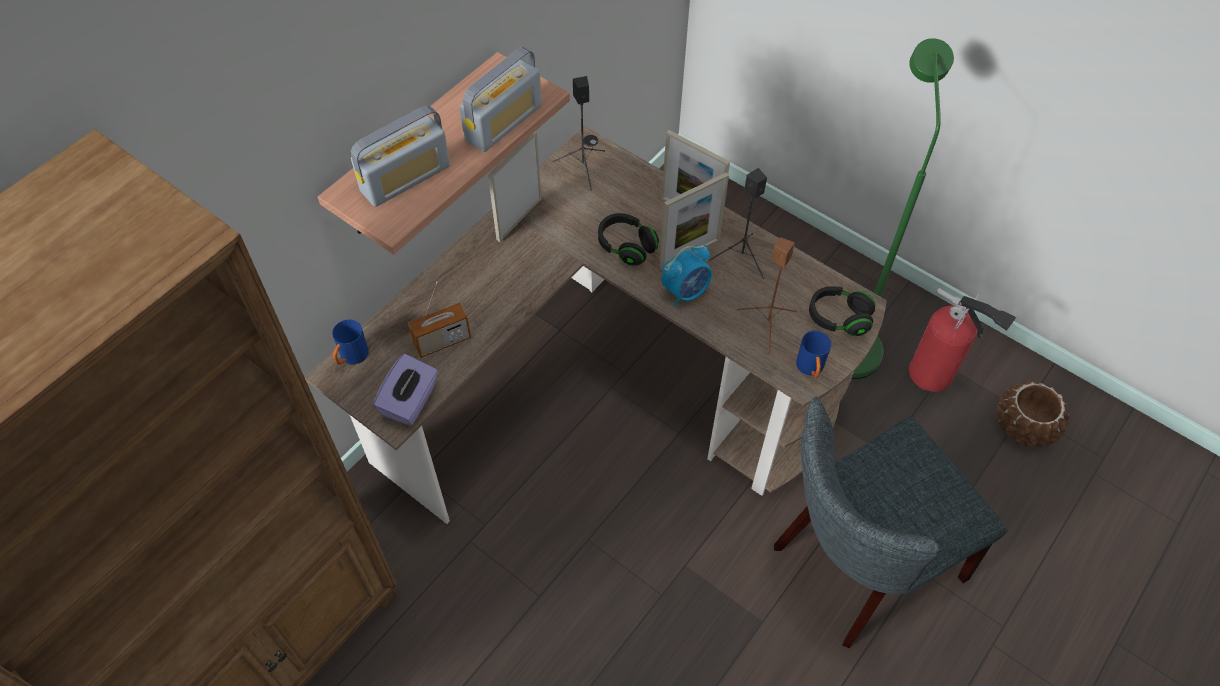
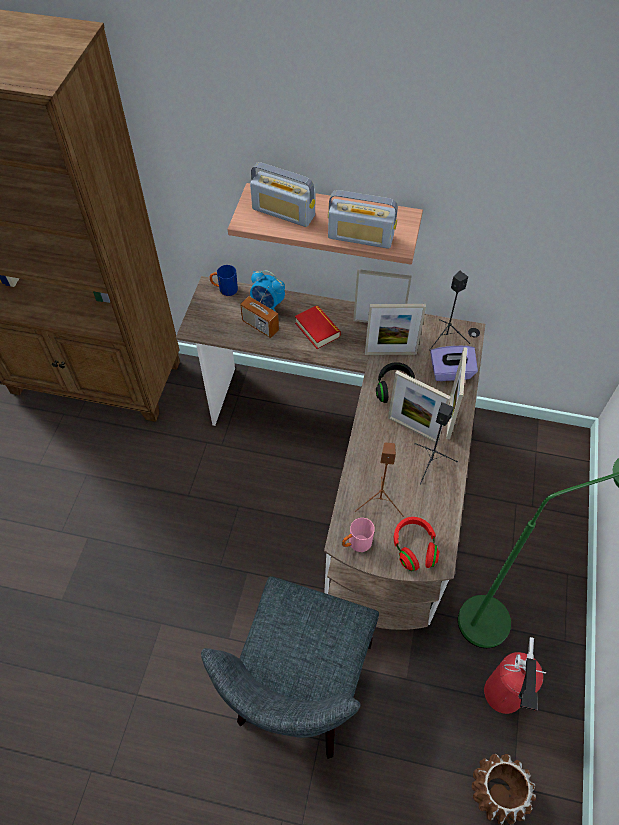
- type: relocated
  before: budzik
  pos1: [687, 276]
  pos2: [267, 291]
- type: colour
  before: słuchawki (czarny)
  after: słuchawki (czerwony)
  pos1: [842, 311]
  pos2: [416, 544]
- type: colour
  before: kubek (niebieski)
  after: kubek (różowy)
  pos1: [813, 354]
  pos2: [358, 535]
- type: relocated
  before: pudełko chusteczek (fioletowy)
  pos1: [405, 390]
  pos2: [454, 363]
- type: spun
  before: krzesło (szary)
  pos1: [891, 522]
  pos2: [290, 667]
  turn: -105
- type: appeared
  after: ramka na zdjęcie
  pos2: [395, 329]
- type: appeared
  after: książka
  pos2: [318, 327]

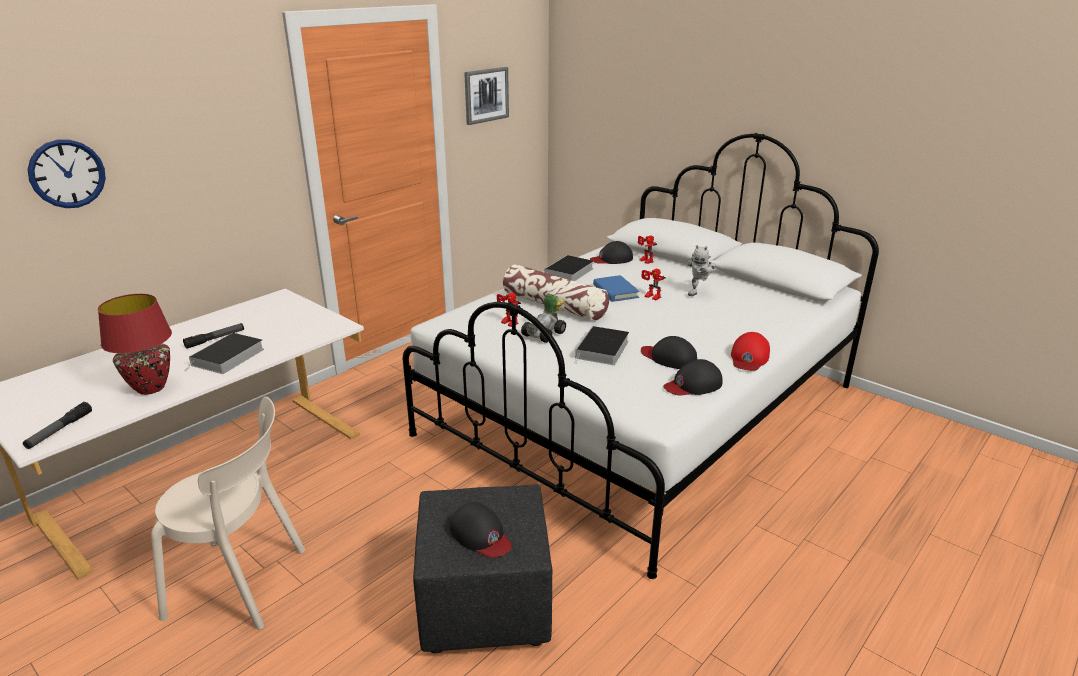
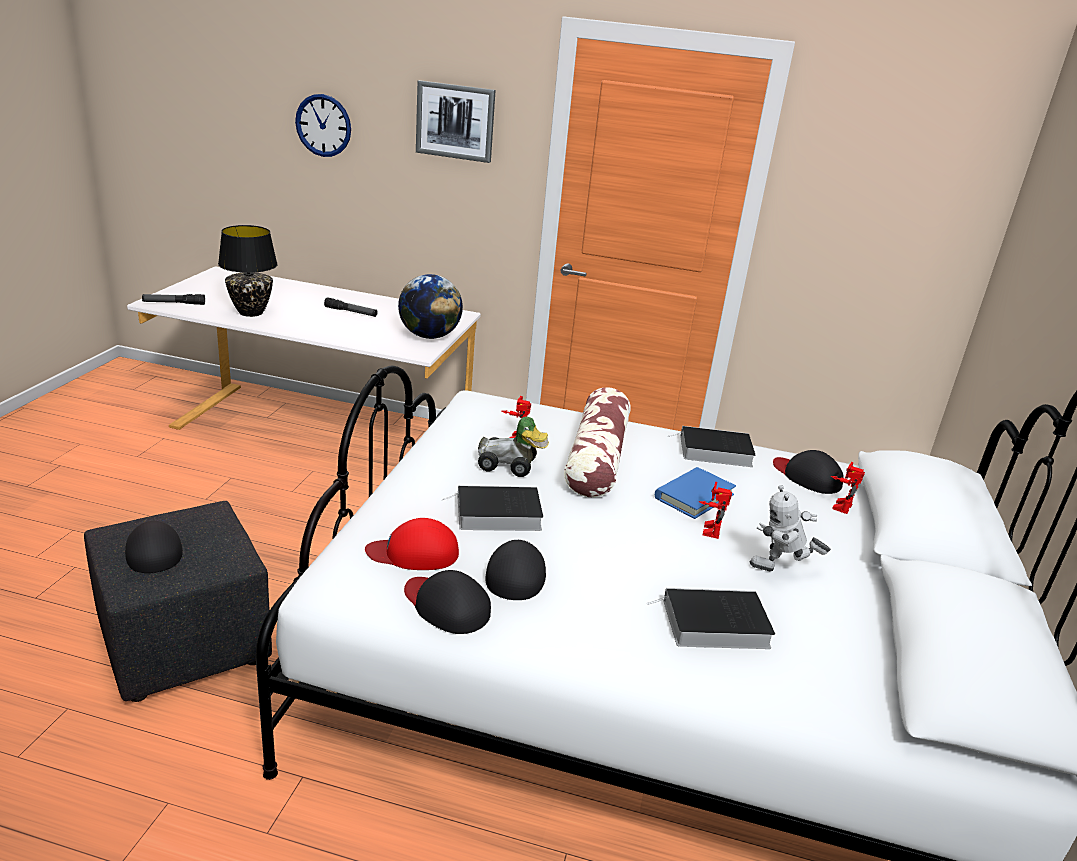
- type: relocated
  before: obraz
  pos1: [486, 96]
  pos2: [455, 121]
- type: colour
  before: lampa stołowa (czerwony)
  after: lampa stołowa (czarny)
  pos1: [135, 344]
  pos2: [248, 271]
- type: relocated
  before: czapka z daszkiem (czerwony)
  pos1: [750, 351]
  pos2: [412, 544]
- type: relocated
  before: książka
  pos1: [224, 353]
  pos2: [711, 618]
- type: missing
  before: krzesło (beżowy)
  pos1: [228, 513]
- type: spun
  before: czapka z daszkiem (czarny)
  pos1: [480, 530]
  pos2: [154, 547]
  turn: 135
- type: appeared
  after: globus
  pos2: [430, 306]

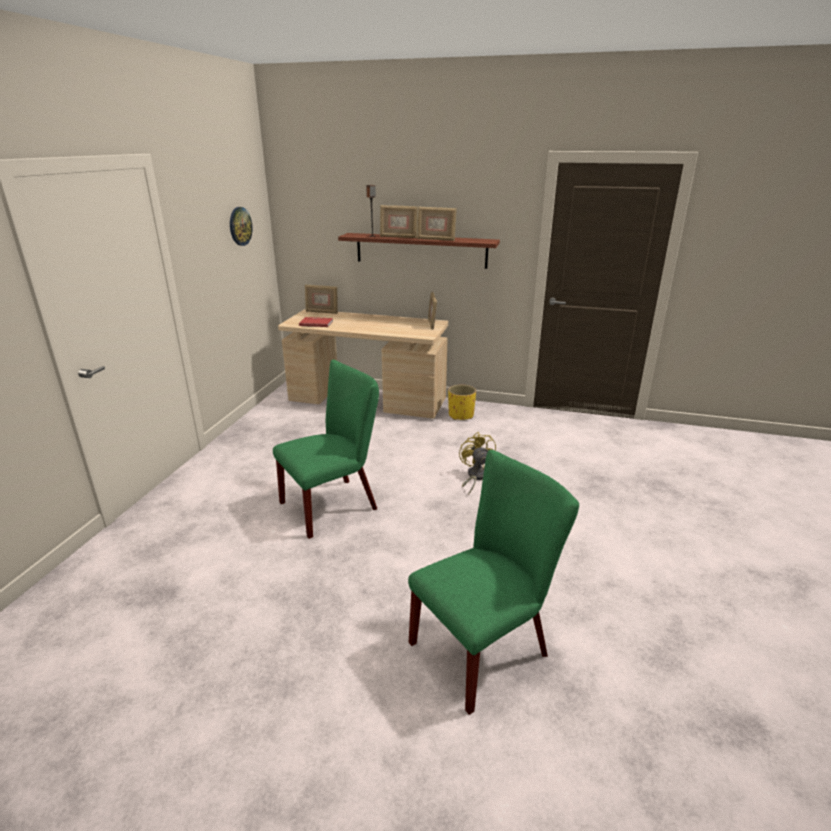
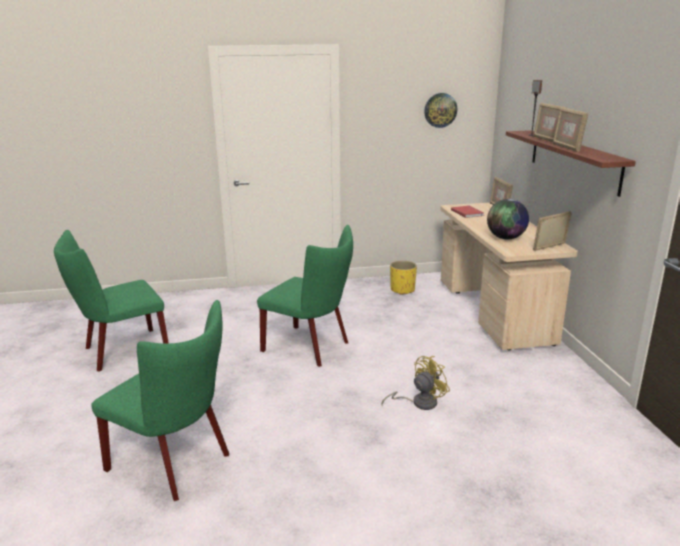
- type: relocated
  before: donica (żółty)
  pos1: [462, 402]
  pos2: [403, 278]
- type: appeared
  after: globus
  pos2: [508, 219]
- type: appeared
  after: krzesło (zielony)
  pos2: [111, 301]

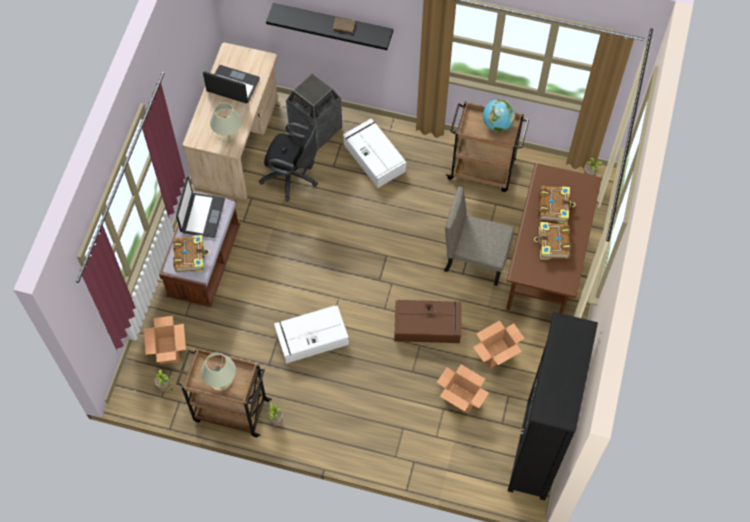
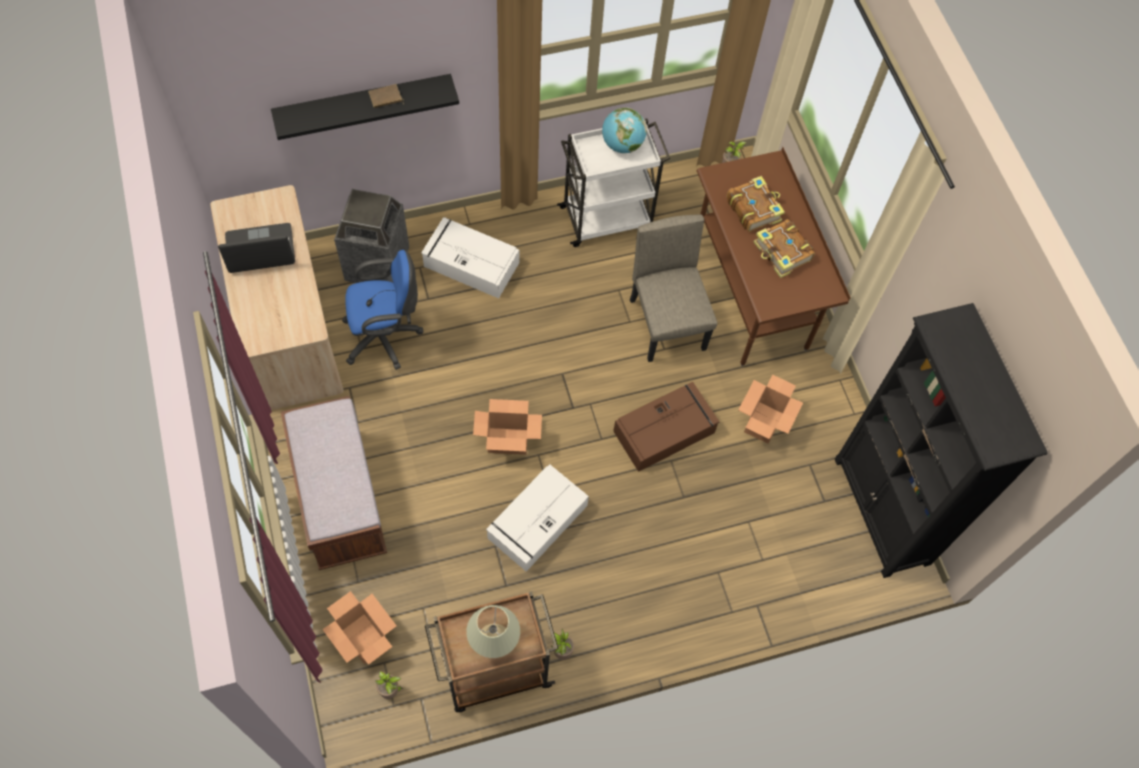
- type: colour
  before: wózek (brązowy)
  after: wózek (biały)
  pos1: [487, 146]
  pos2: [613, 182]
- type: missing
  before: lampa stołowa (beżowy)
  pos1: [226, 123]
- type: colour
  before: krzesło biurowe (czarny)
  after: krzesło biurowe (niebieski)
  pos1: [288, 162]
  pos2: [383, 310]
- type: missing
  before: laptop
  pos1: [200, 207]
- type: spun
  before: krzesło (beżowy)
  pos1: [479, 236]
  pos2: [673, 288]
  turn: 90
- type: missing
  before: książka
  pos1: [191, 253]
- type: relocated
  before: karton
  pos1: [463, 389]
  pos2: [507, 427]

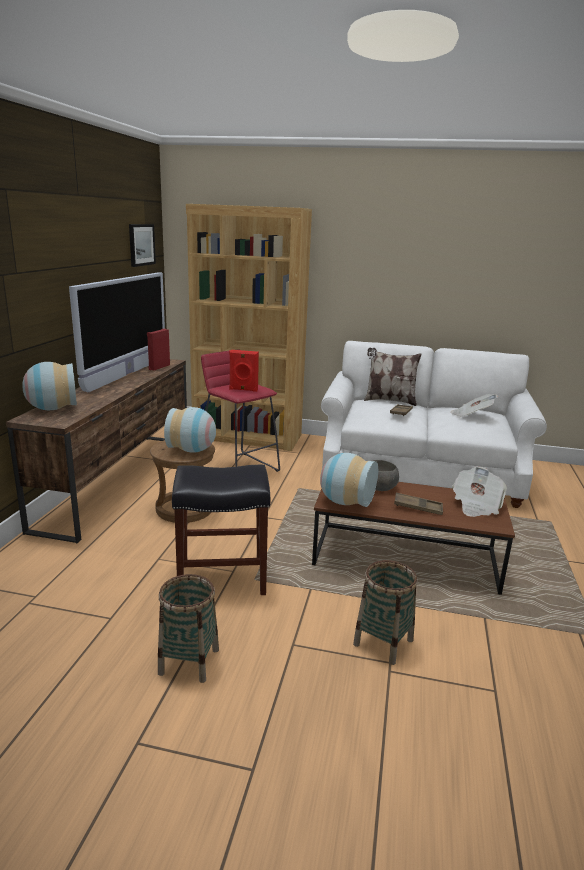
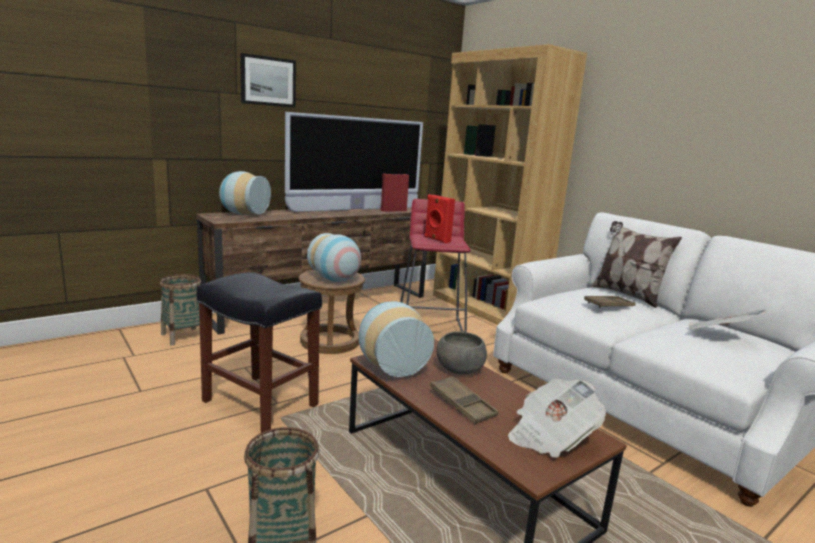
- type: relocated
  before: obraz
  pos1: [142, 245]
  pos2: [268, 80]
- type: relocated
  before: koszyk
  pos1: [188, 628]
  pos2: [180, 310]

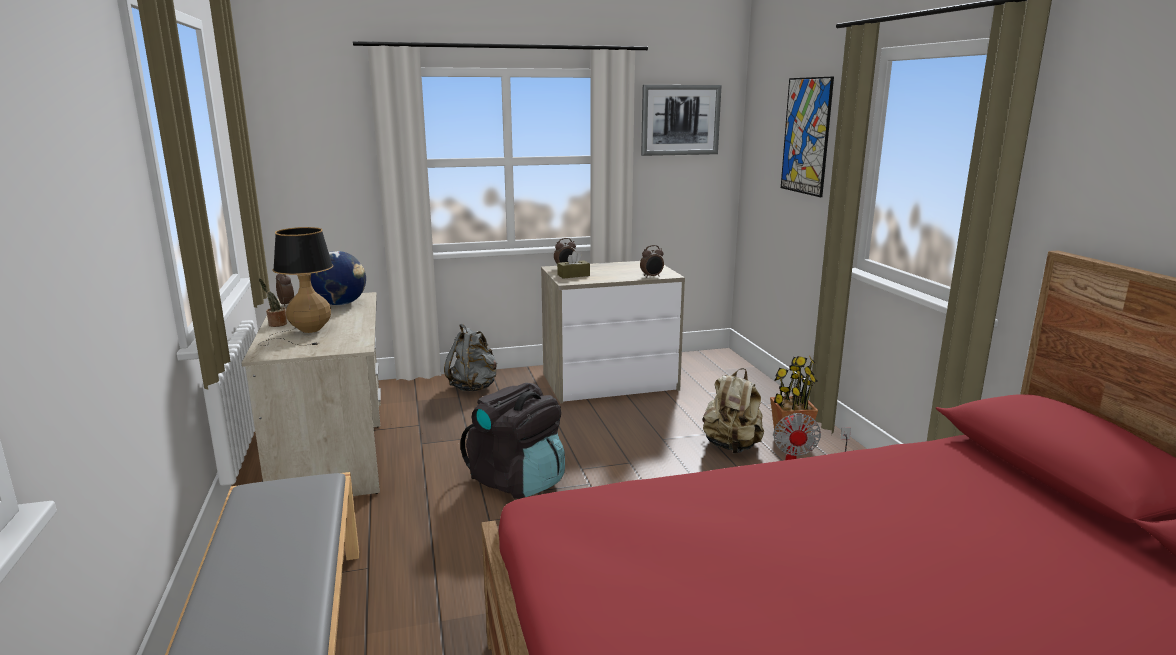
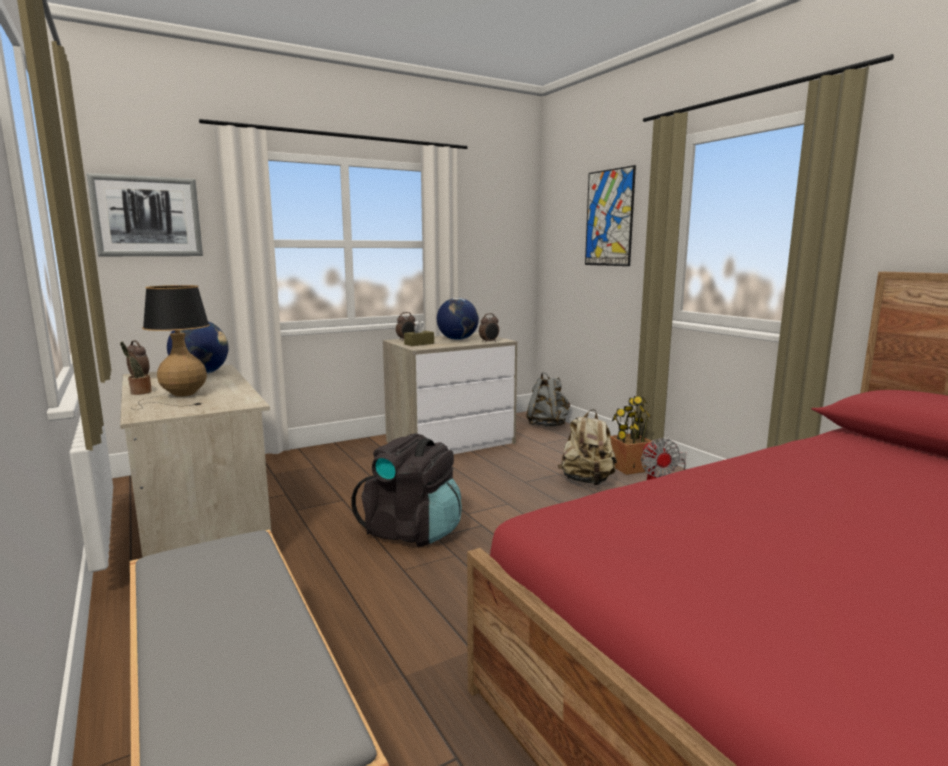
- type: relocated
  before: obraz
  pos1: [681, 120]
  pos2: [145, 214]
- type: relocated
  before: plecak (szary)
  pos1: [470, 357]
  pos2: [548, 399]
- type: appeared
  after: globus
  pos2: [458, 319]

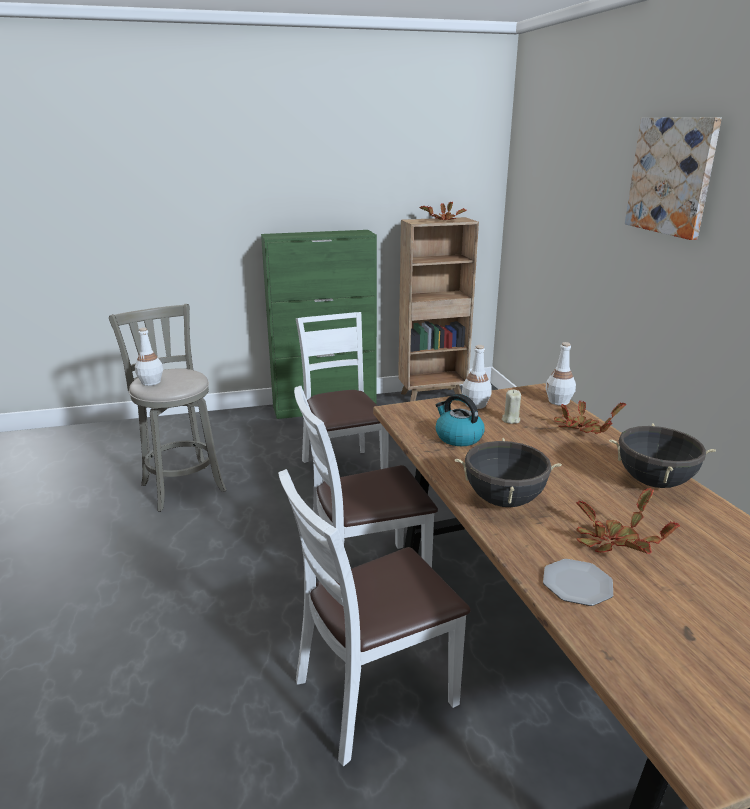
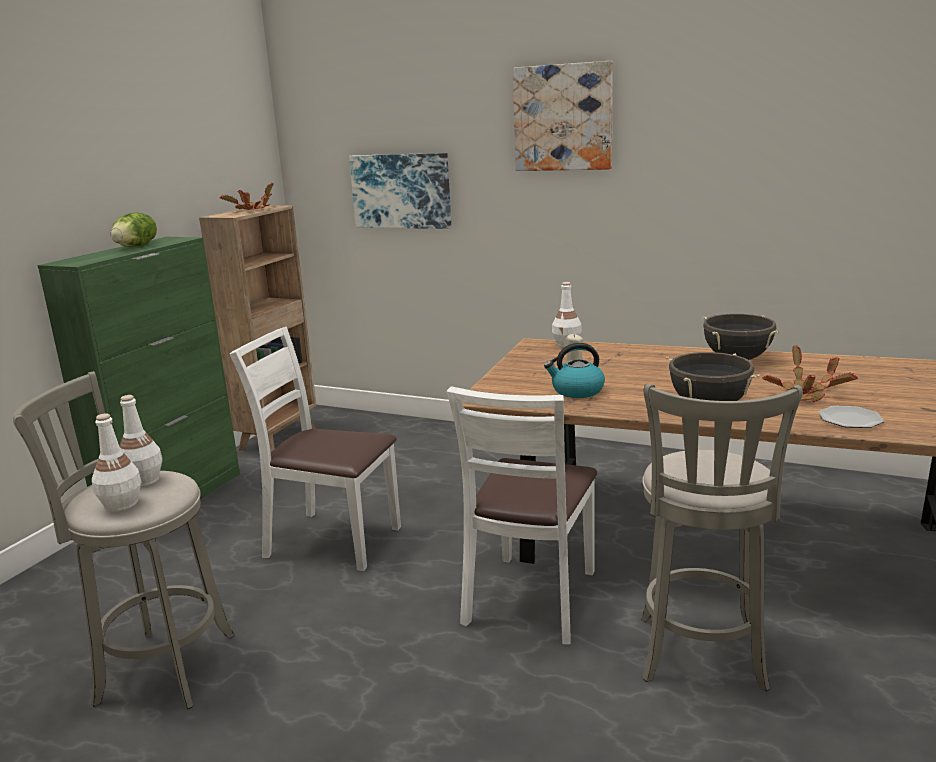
- type: relocated
  before: butelka (biały)
  pos1: [477, 377]
  pos2: [140, 441]
- type: missing
  before: roślina doniczkowa
  pos1: [590, 417]
- type: exchanged
  before: krzesło (biały)
  after: stołek (szary)
  pos1: [374, 617]
  pos2: [722, 537]
- type: appeared
  after: obraz
  pos2: [400, 191]
- type: appeared
  after: sałata
  pos2: [134, 229]

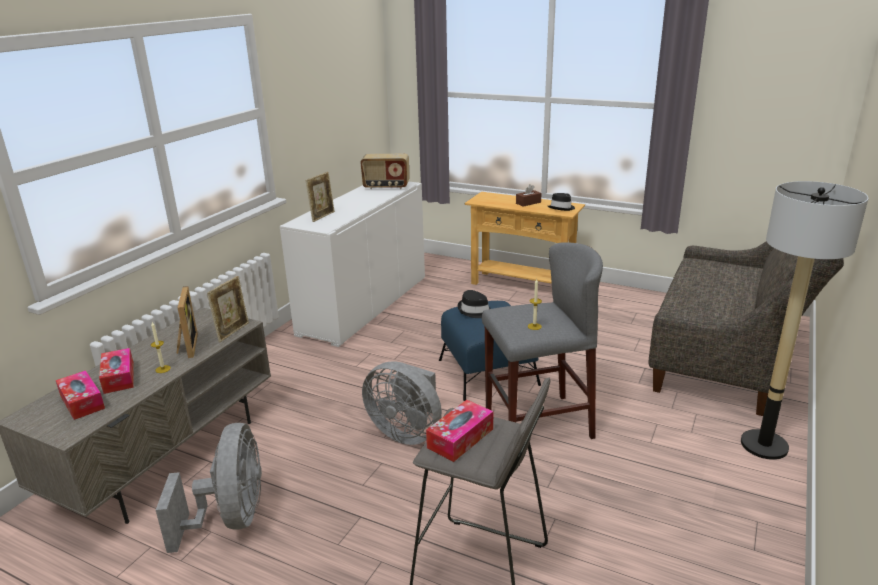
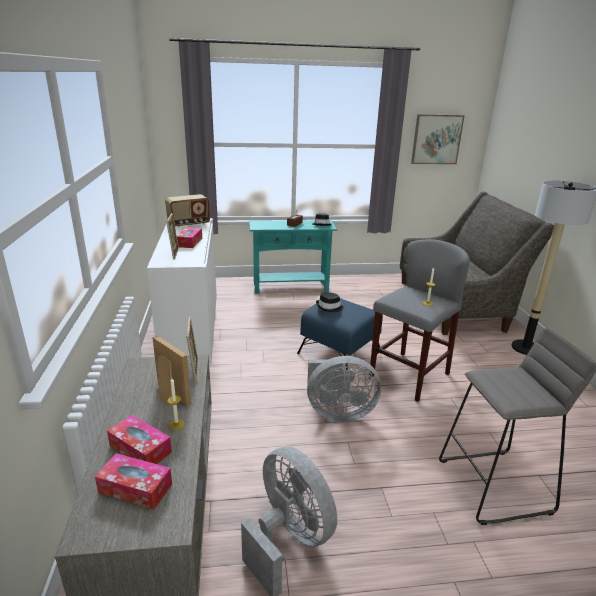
- type: colour
  before: stolik konsolowy (beżowy)
  after: stolik konsolowy (turkusowy)
  pos1: [525, 238]
  pos2: [293, 257]
- type: relocated
  before: pudełko chusteczek
  pos1: [459, 431]
  pos2: [189, 237]
- type: appeared
  after: obraz
  pos2: [438, 139]

